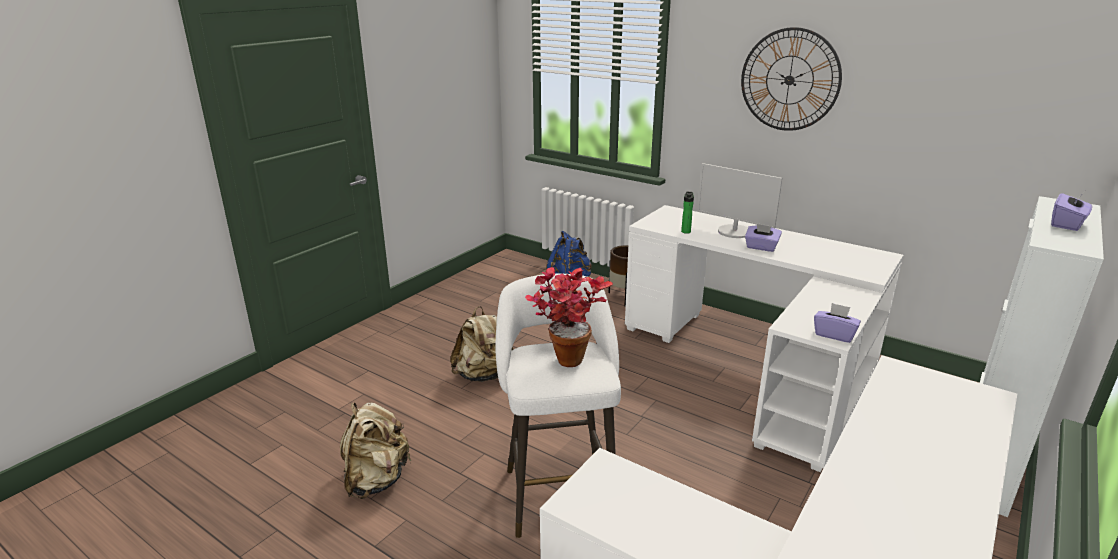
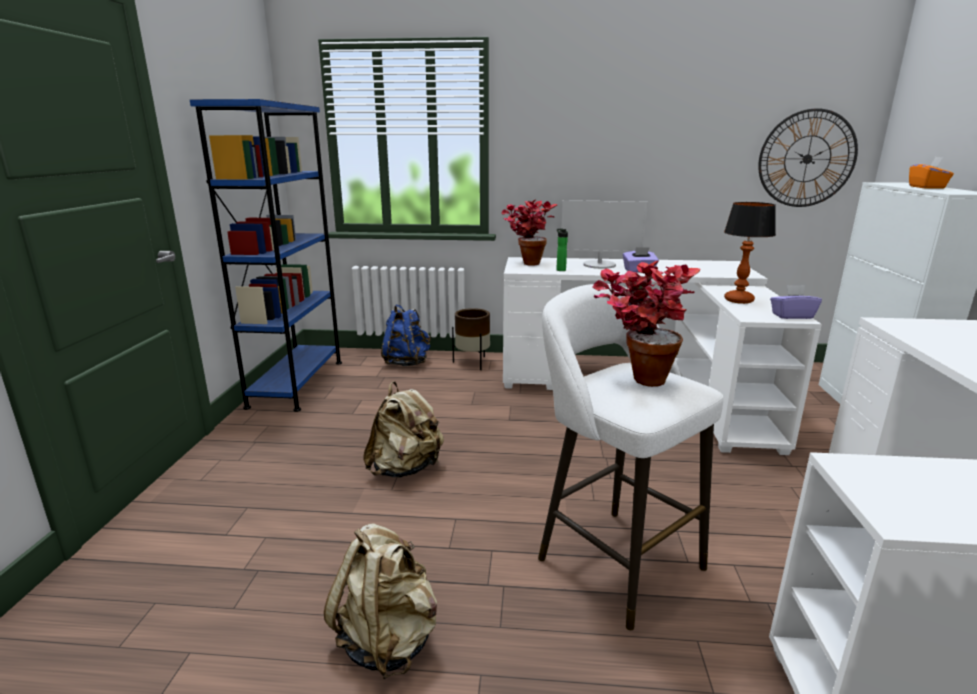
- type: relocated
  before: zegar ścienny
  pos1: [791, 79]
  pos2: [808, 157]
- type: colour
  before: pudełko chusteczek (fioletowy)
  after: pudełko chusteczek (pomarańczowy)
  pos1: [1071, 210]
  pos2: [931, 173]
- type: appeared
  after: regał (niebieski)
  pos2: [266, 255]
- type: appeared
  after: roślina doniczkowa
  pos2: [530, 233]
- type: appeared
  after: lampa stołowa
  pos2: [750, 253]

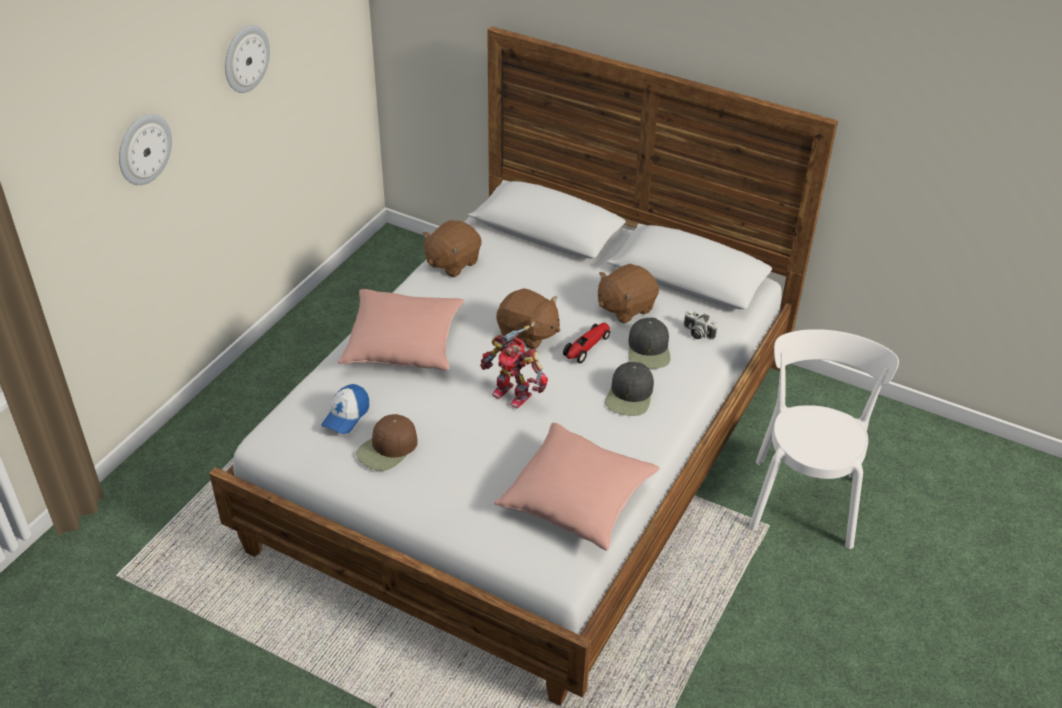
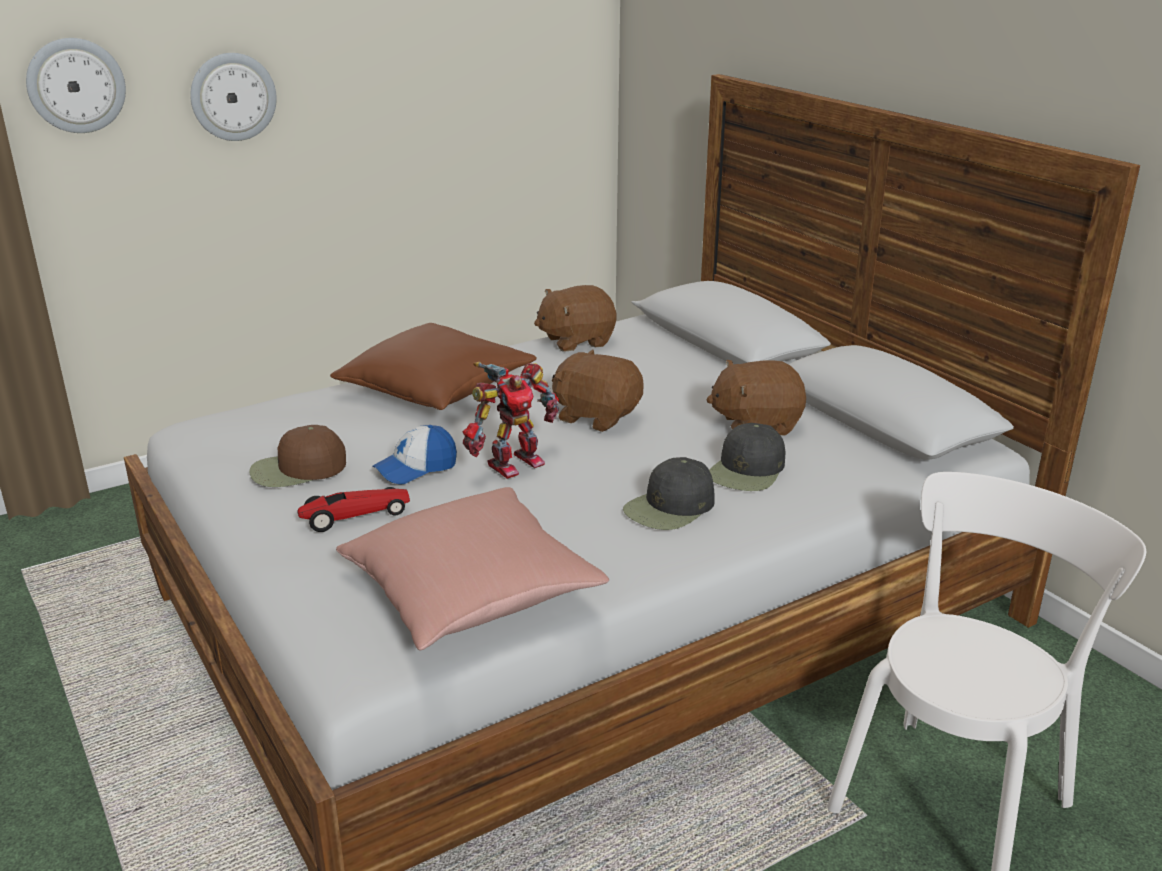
- type: relocated
  before: zegar ścienny
  pos1: [247, 59]
  pos2: [76, 85]
- type: spun
  before: pluszak (brązowy)
  pos1: [528, 318]
  pos2: [598, 390]
  turn: 150
- type: colour
  before: poduszka (różowy)
  after: poduszka (brązowy)
  pos1: [401, 330]
  pos2: [433, 366]
- type: missing
  before: aparat fotograficzny
  pos1: [700, 325]
- type: relocated
  before: samochodzik
  pos1: [586, 343]
  pos2: [353, 509]
- type: spun
  before: robot zabawkowy
  pos1: [514, 367]
  pos2: [510, 420]
  turn: -105
- type: relocated
  before: czapka z daszkiem
  pos1: [345, 409]
  pos2: [415, 454]

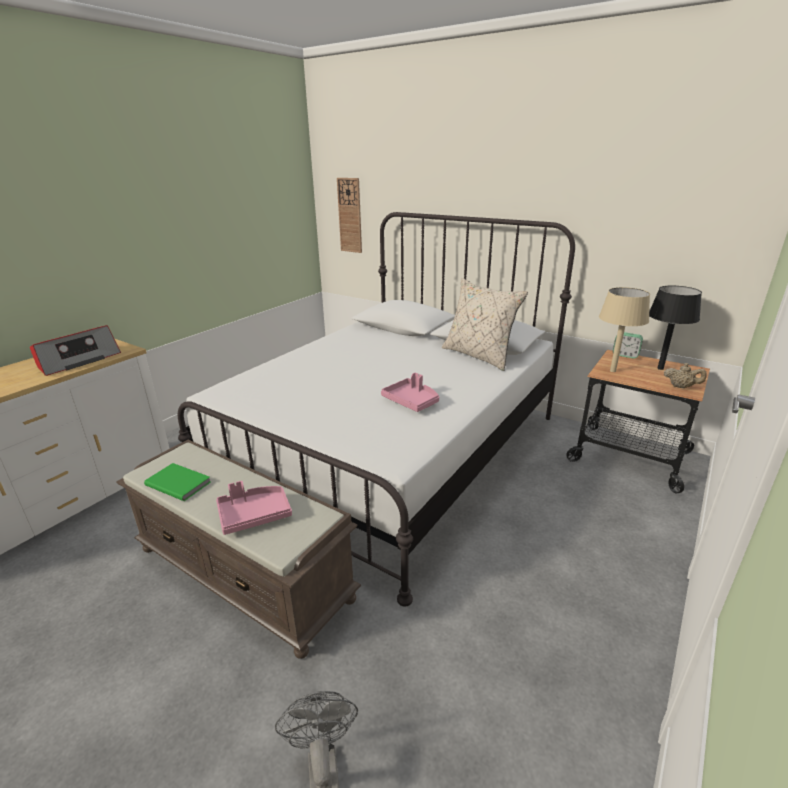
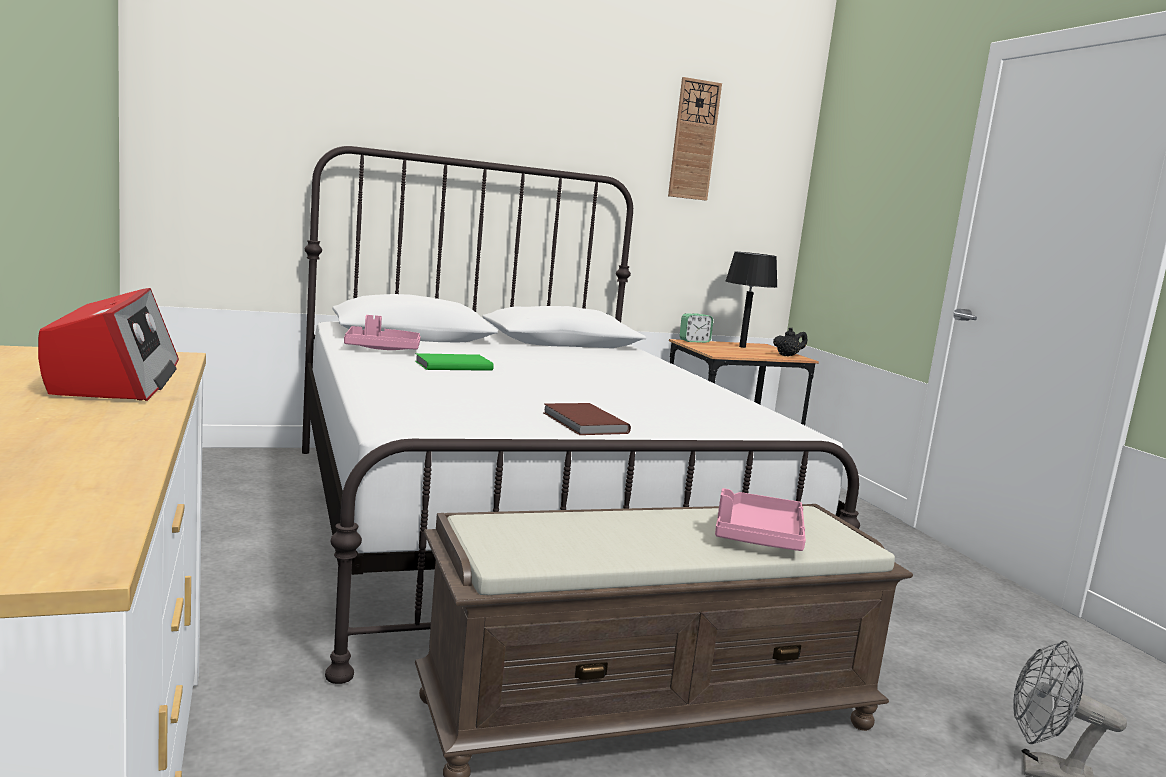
- type: relocated
  before: zegar ścienny
  pos1: [349, 215]
  pos2: [695, 139]
- type: missing
  before: poduszka (beżowy)
  pos1: [485, 324]
- type: missing
  before: lampa stołowa (beżowy)
  pos1: [624, 329]
- type: colour
  before: imbryk (beżowy)
  after: imbryk (czarny)
  pos1: [685, 375]
  pos2: [790, 342]
- type: relocated
  before: taca (różowy)
  pos1: [410, 392]
  pos2: [382, 332]
- type: relocated
  before: książka (zielony)
  pos1: [177, 482]
  pos2: [454, 362]
- type: appeared
  after: książka (brązowy)
  pos2: [587, 419]

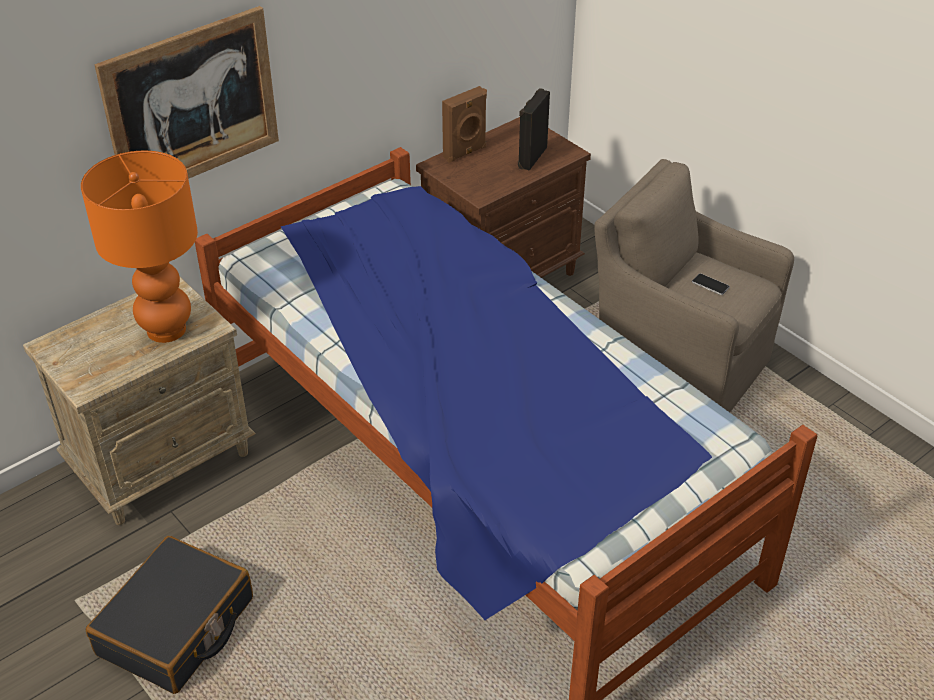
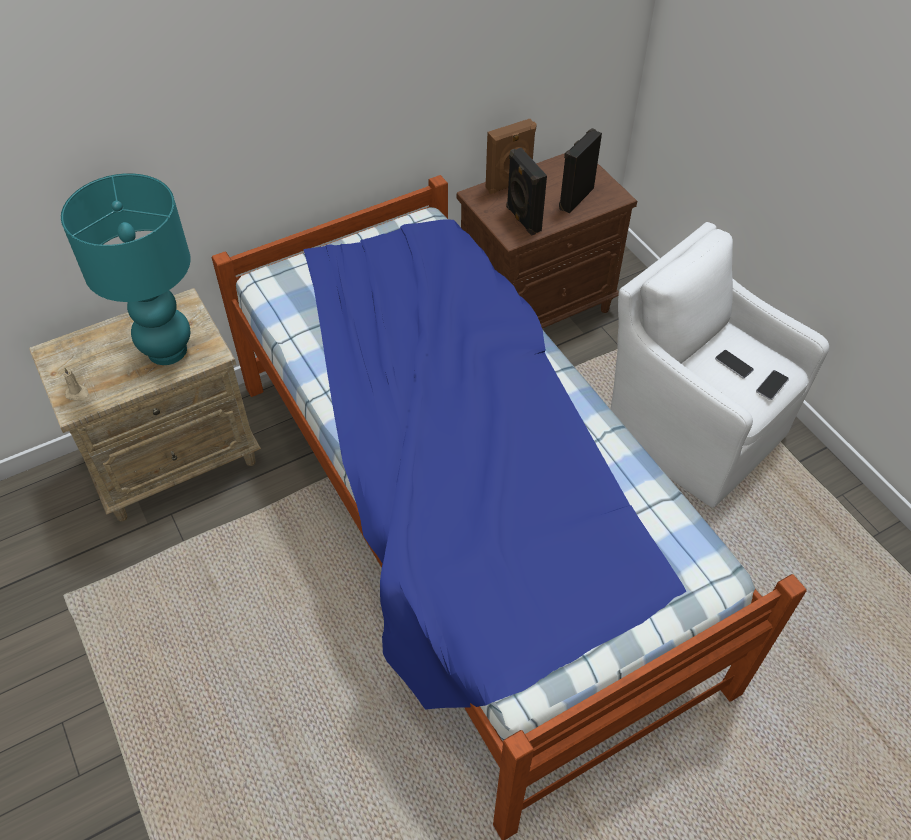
- type: missing
  before: obraz
  pos1: [186, 92]
- type: colour
  before: lampa stołowa (pomarańczowy)
  after: lampa stołowa (turkusowy)
  pos1: [139, 246]
  pos2: [126, 269]
- type: colour
  before: fotel (brązowy)
  after: fotel (biały)
  pos1: [694, 285]
  pos2: [720, 365]
- type: missing
  before: walizka (czarny)
  pos1: [169, 615]
- type: appeared
  after: głośnik (czarny)
  pos2: [526, 191]
- type: appeared
  after: świeca (beżowy)
  pos2: [76, 384]
- type: appeared
  after: telefon
  pos2: [772, 385]

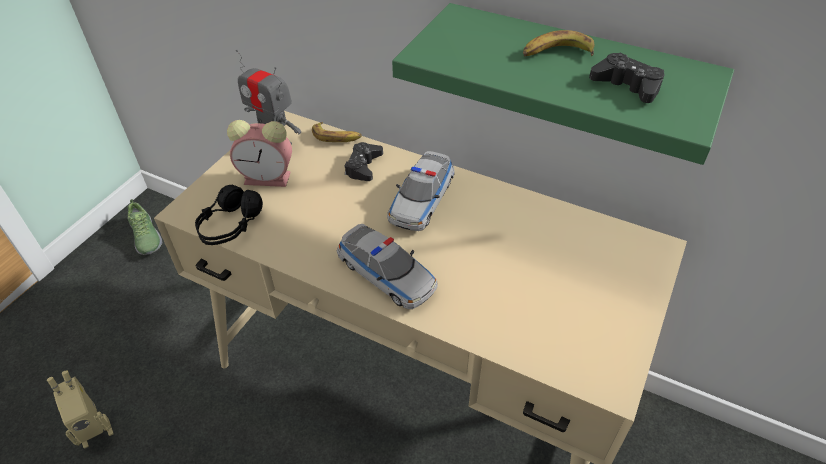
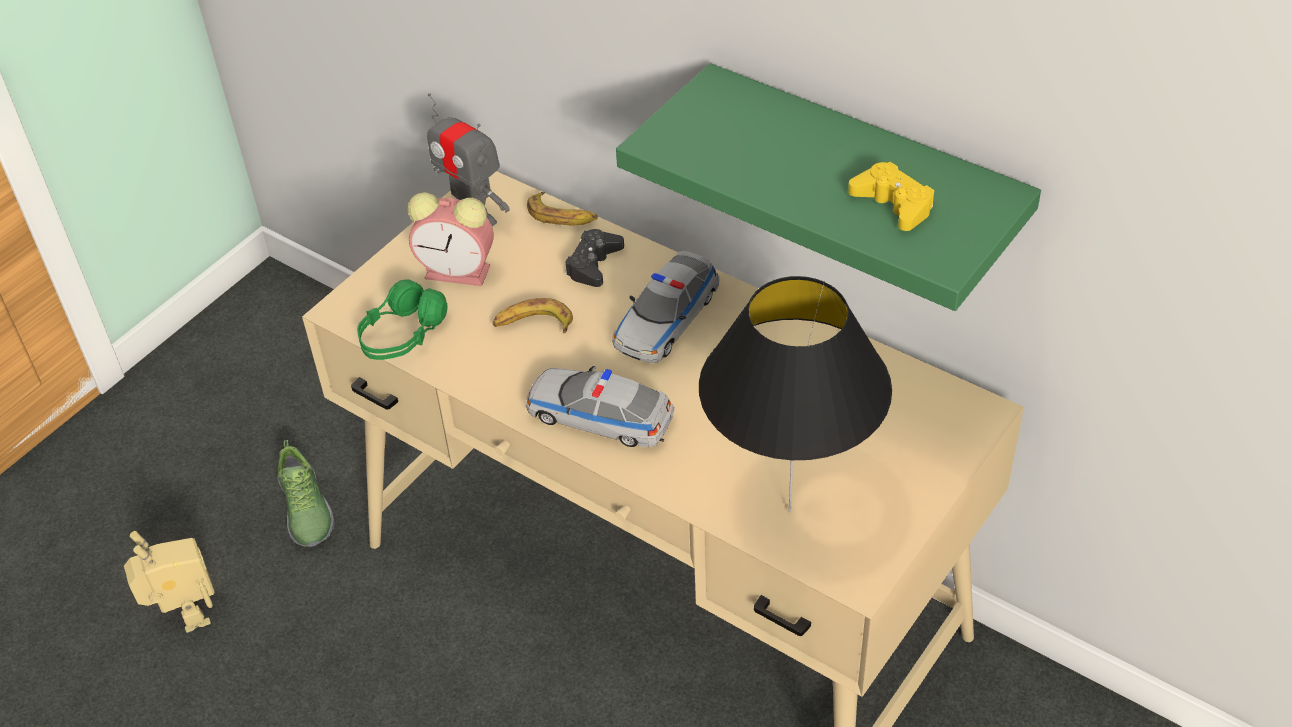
- type: relocated
  before: banan
  pos1: [558, 43]
  pos2: [533, 315]
- type: colour
  before: pad do gier (czarny)
  after: pad do gier (żółty)
  pos1: [627, 78]
  pos2: [891, 196]
- type: colour
  before: słuchawki (czarny)
  after: słuchawki (zielony)
  pos1: [229, 215]
  pos2: [402, 319]
- type: relocated
  before: but
  pos1: [145, 227]
  pos2: [306, 493]
- type: spun
  before: samochodzik
  pos1: [387, 266]
  pos2: [600, 406]
  turn: 150
- type: spun
  before: robot zabawkowy
  pos1: [80, 409]
  pos2: [169, 582]
  turn: -90
- type: appeared
  after: lampa stołowa (czarny)
  pos2: [795, 394]

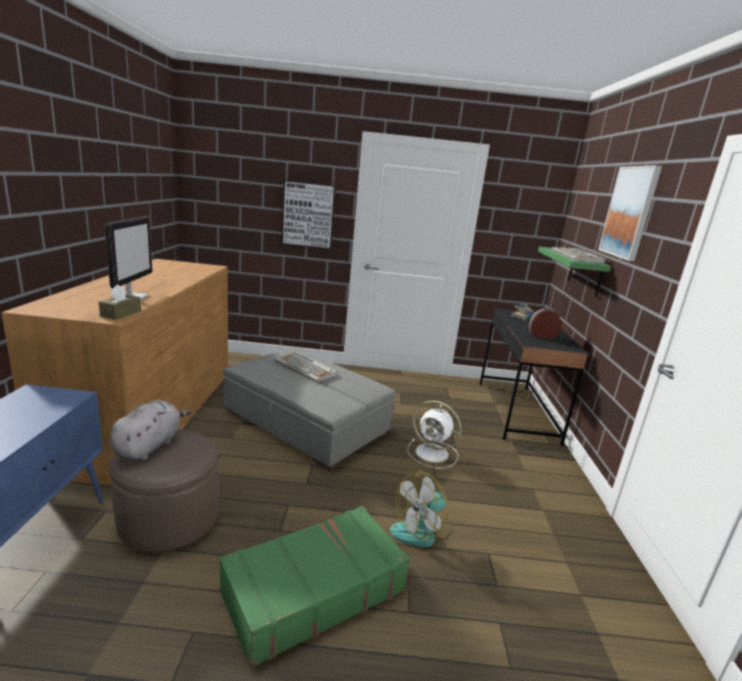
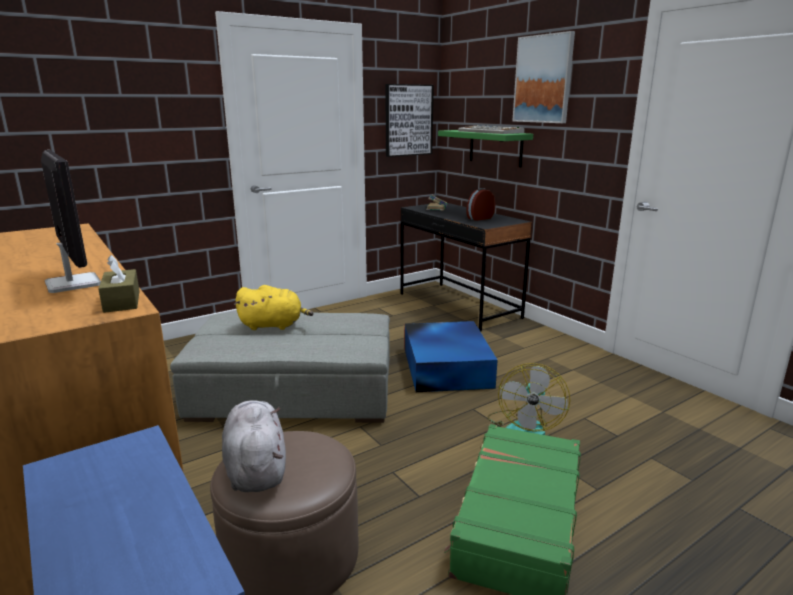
- type: relocated
  before: obraz
  pos1: [309, 214]
  pos2: [409, 120]
- type: exchanged
  before: klawiatura
  after: pluszak (żółty)
  pos1: [306, 366]
  pos2: [274, 307]
- type: exchanged
  before: wentylator (biały)
  after: pojemnik do przechowywania (niebieski)
  pos1: [434, 434]
  pos2: [451, 356]

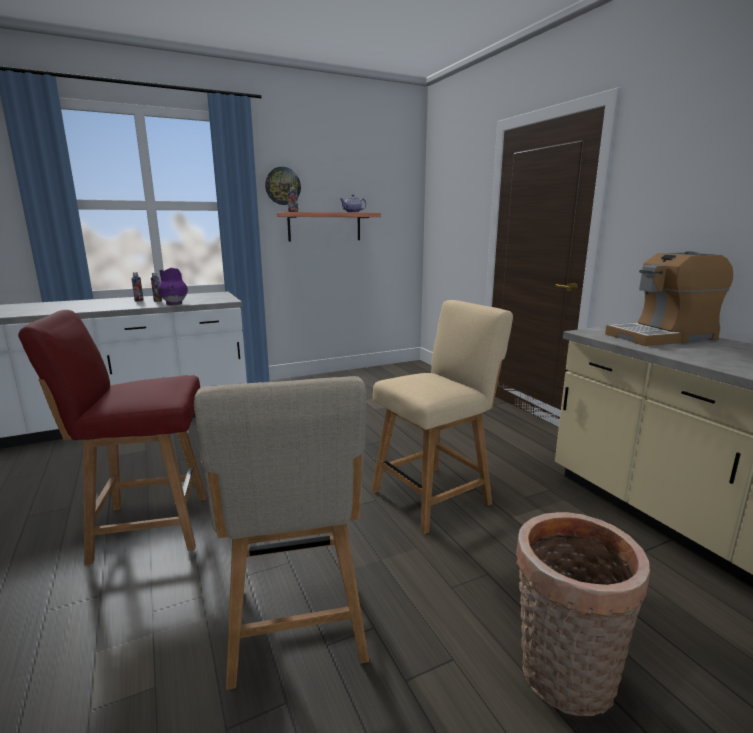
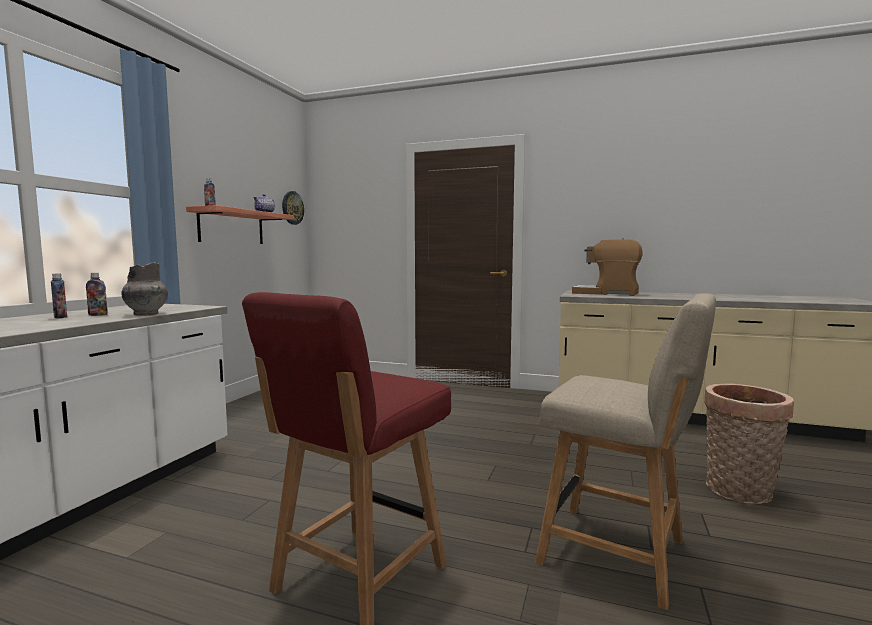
- type: relocated
  before: zegar ścienny
  pos1: [283, 186]
  pos2: [293, 208]
- type: spun
  before: ekspres do kawy
  pos1: [669, 298]
  pos2: [607, 267]
  turn: 90
- type: colour
  before: wazon (fioletowy)
  after: wazon (szary)
  pos1: [172, 286]
  pos2: [145, 289]
- type: missing
  before: krzesło (beżowy)
  pos1: [442, 417]

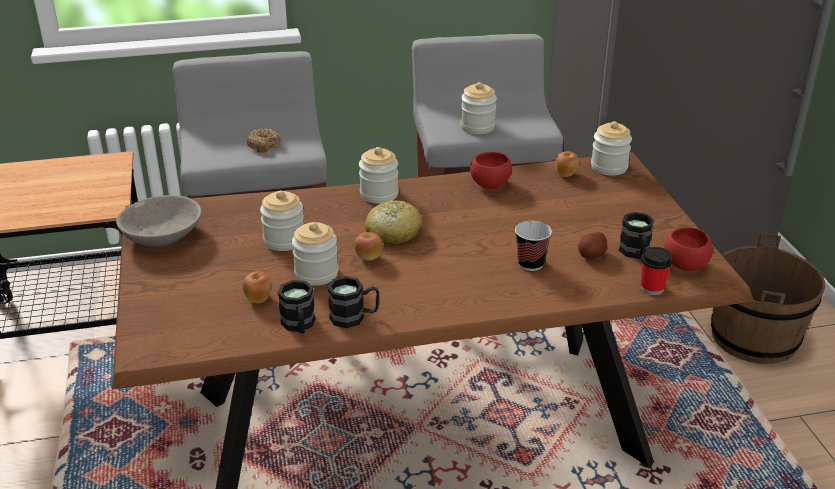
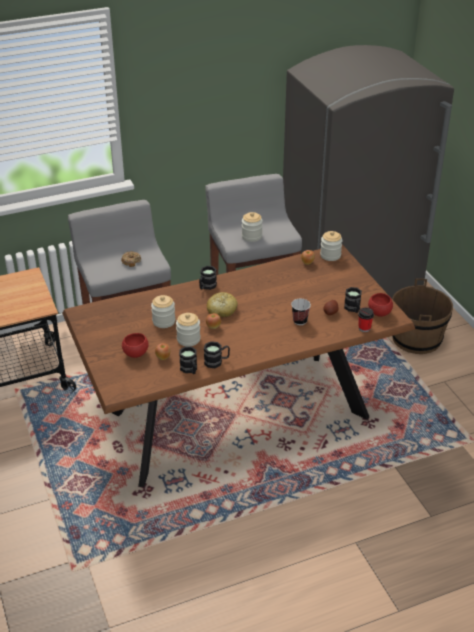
- type: exchanged
  before: słoik
  after: kubek (czarny)
  pos1: [379, 175]
  pos2: [208, 278]
- type: relocated
  before: miska (czerwony)
  pos1: [491, 170]
  pos2: [135, 345]
- type: missing
  before: miska (szary)
  pos1: [159, 221]

